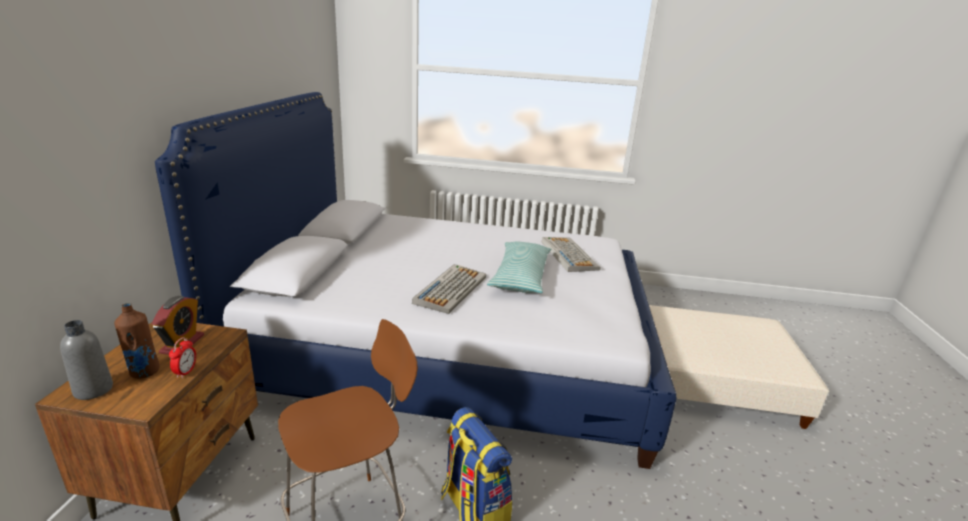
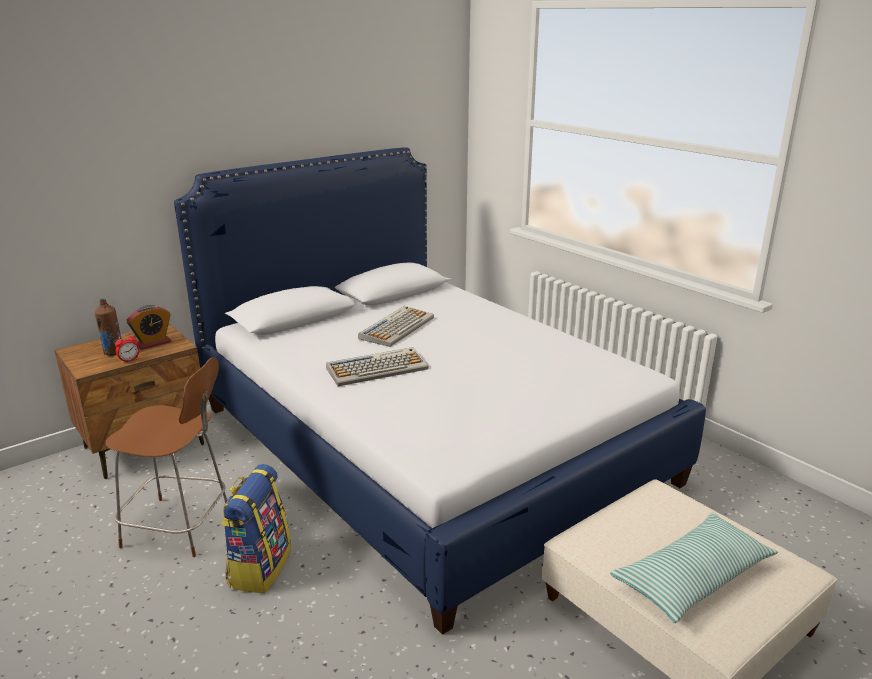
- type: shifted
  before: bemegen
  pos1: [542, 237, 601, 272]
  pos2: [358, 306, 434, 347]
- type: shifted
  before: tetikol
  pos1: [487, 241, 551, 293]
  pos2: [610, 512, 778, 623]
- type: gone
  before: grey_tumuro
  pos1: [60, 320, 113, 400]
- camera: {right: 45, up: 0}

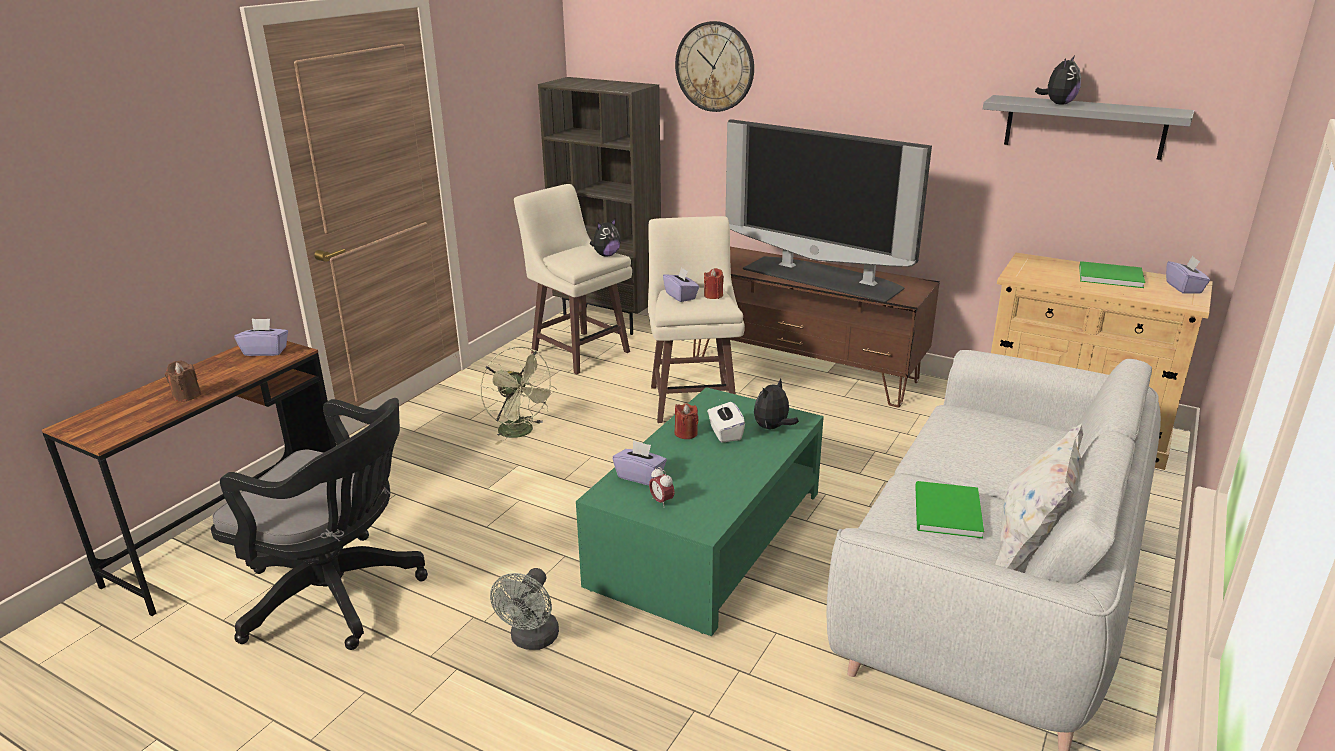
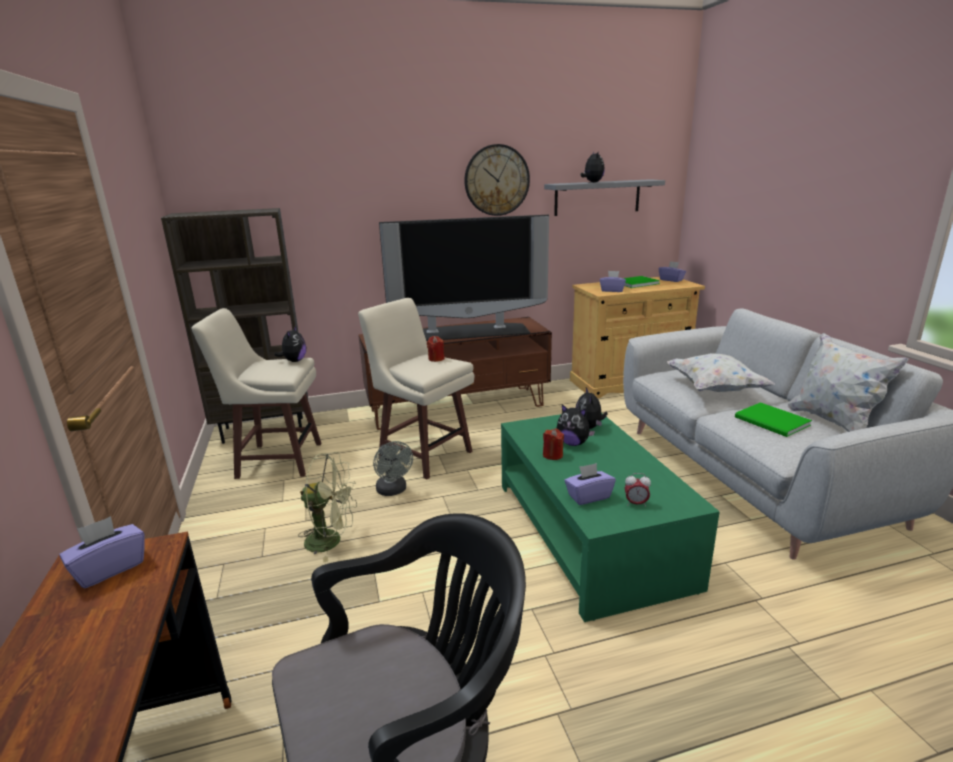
- type: shifted
  before: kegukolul
  pos1: [675, 21, 754, 112]
  pos2: [464, 144, 530, 216]
- type: shifted
  before: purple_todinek
  pos1: [663, 267, 699, 302]
  pos2: [600, 271, 626, 292]
- type: gone
  before: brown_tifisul
  pos1: [165, 361, 202, 402]
- type: swapped
  before: white_todinek
  after: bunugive
  pos1: [707, 399, 745, 443]
  pos2: [556, 404, 595, 446]
- type: shifted
  before: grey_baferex
  pos1: [490, 568, 559, 650]
  pos2: [373, 441, 413, 496]
- type: new
  after: white_tetikol
  pos2: [667, 353, 775, 392]
- camera: {right: -45, up: -5}

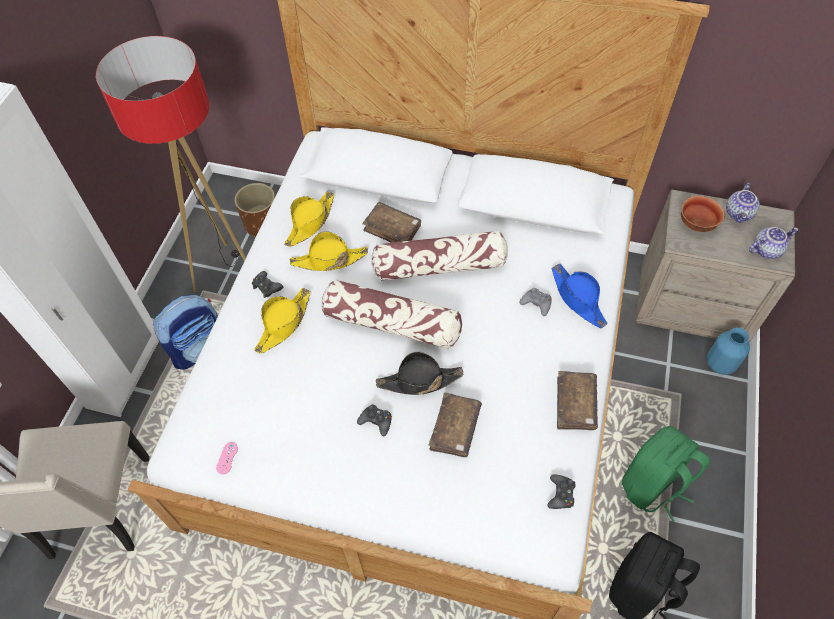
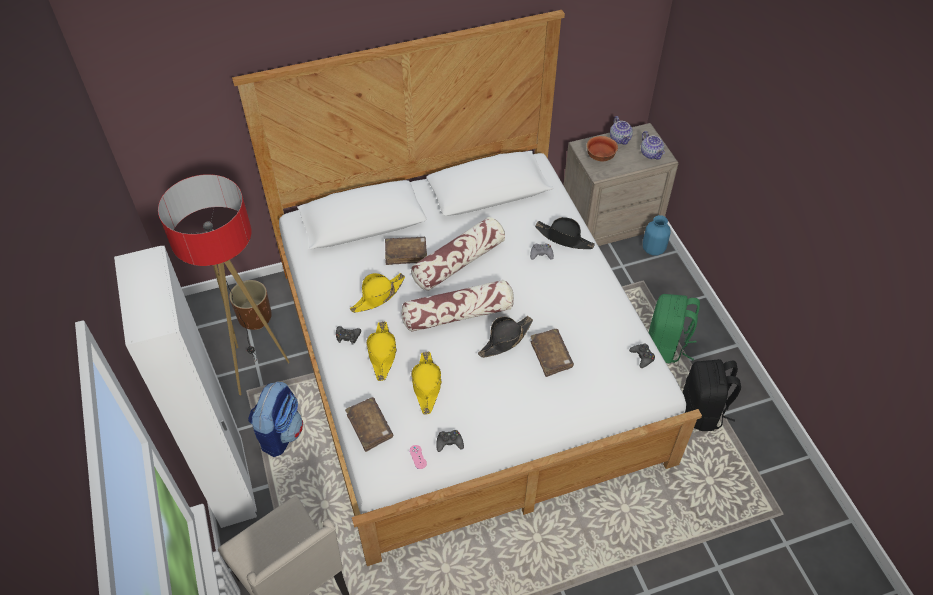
- type: shifted
  before: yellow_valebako
  pos1: [284, 191, 334, 247]
  pos2: [411, 352, 442, 414]
- type: rotated
  before: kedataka
  pos1: [749, 227, 799, 259]
  pos2: [641, 131, 665, 160]
  turn: 120
- type: repainted
  before: blue_valebako
  after: black_valebako
  pos1: [551, 264, 607, 328]
  pos2: [535, 217, 595, 249]
- type: shifted
  before: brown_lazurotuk
  pos1: [557, 371, 598, 430]
  pos2: [345, 397, 393, 452]
- type: shifted
  before: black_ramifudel
  pos1: [357, 404, 392, 436]
  pos2: [436, 430, 464, 452]
- camera: {right: -35, up: -5}

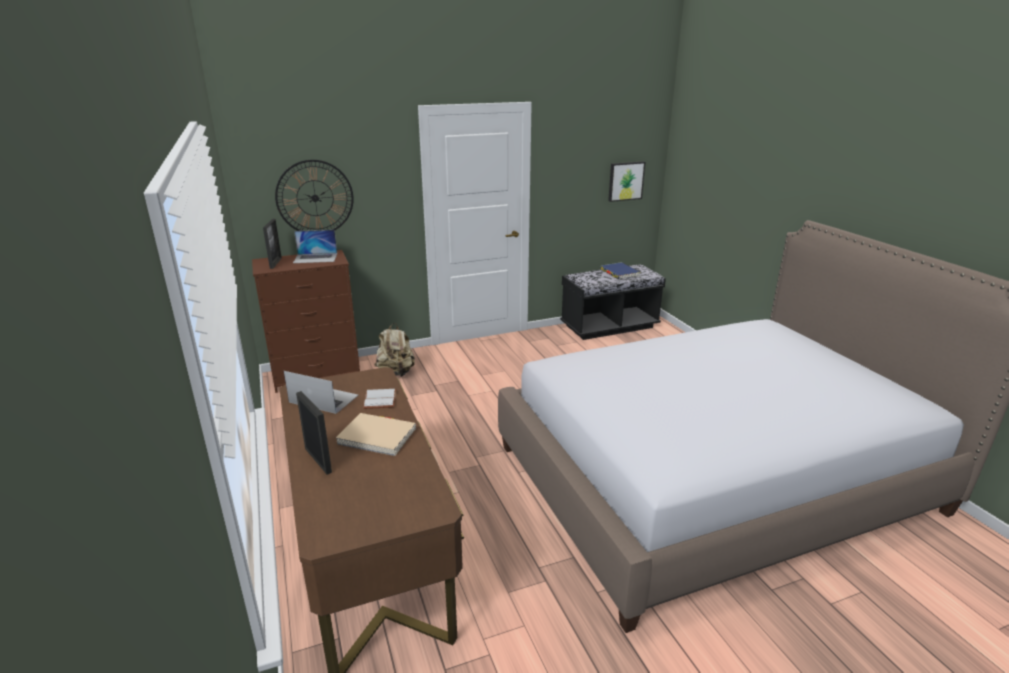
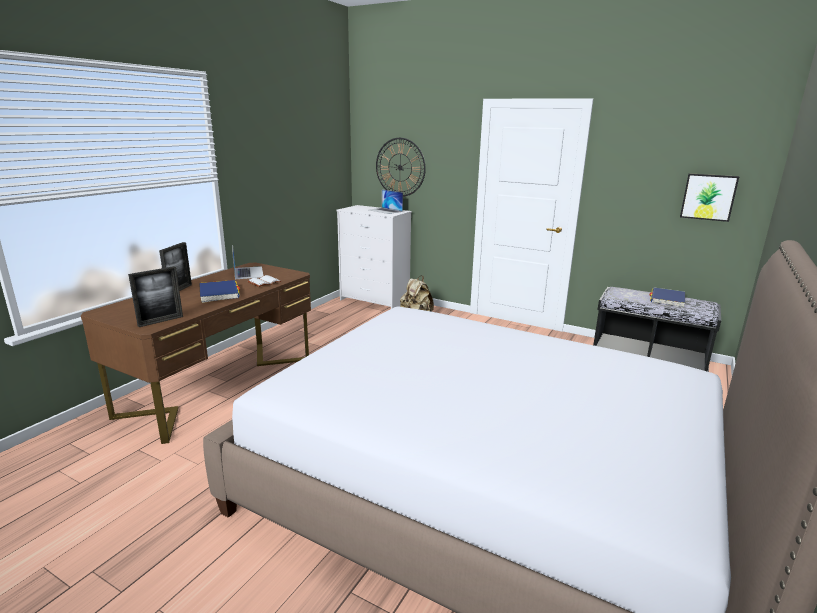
- type: shifted
  before: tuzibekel
  pos1: [263, 219, 282, 269]
  pos2: [128, 266, 183, 327]
- type: repainted
  before: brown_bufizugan
  after: white_bufizugan
  pos1: [252, 250, 360, 393]
  pos2: [336, 205, 412, 309]
- type: repainted
  before: beige_lazurotuk
  after: blue_lazurotuk
  pos1: [336, 413, 416, 456]
  pos2: [199, 280, 240, 303]
- camera: {right: 50, up: -5}

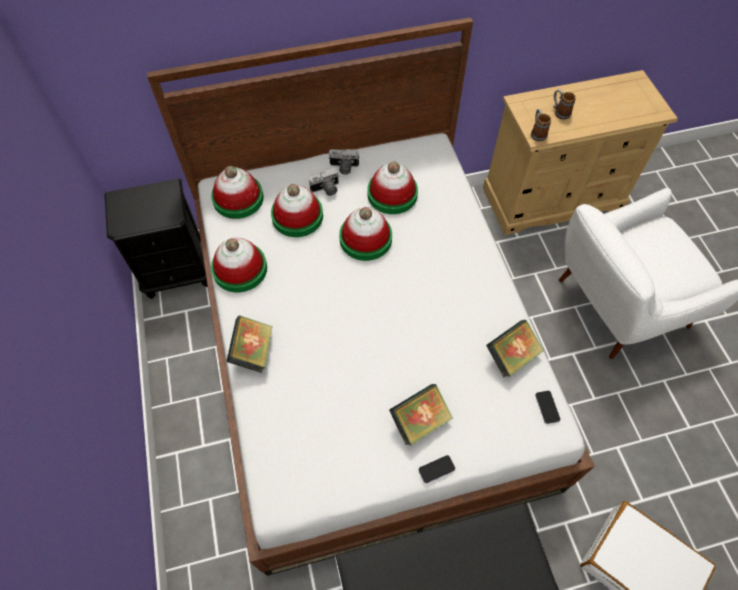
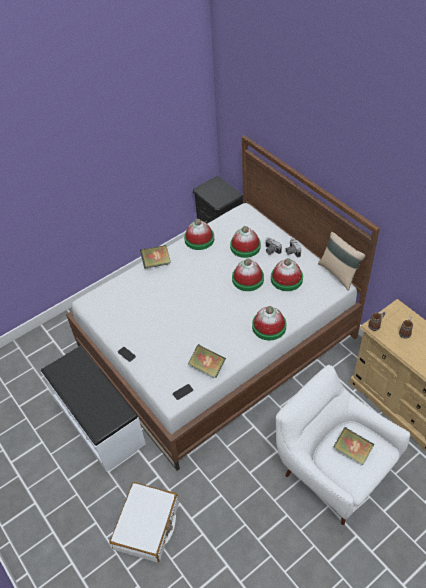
- type: shifted
  before: valebako
  pos1: [211, 166, 264, 219]
  pos2: [252, 306, 287, 341]
- type: shifted
  before: lazurotuk
  pos1: [389, 384, 453, 445]
  pos2: [334, 427, 374, 465]
- type: new
  after: beige_tetikol
  pos2: [318, 232, 365, 291]
- camera: {right: 70, up: -10}

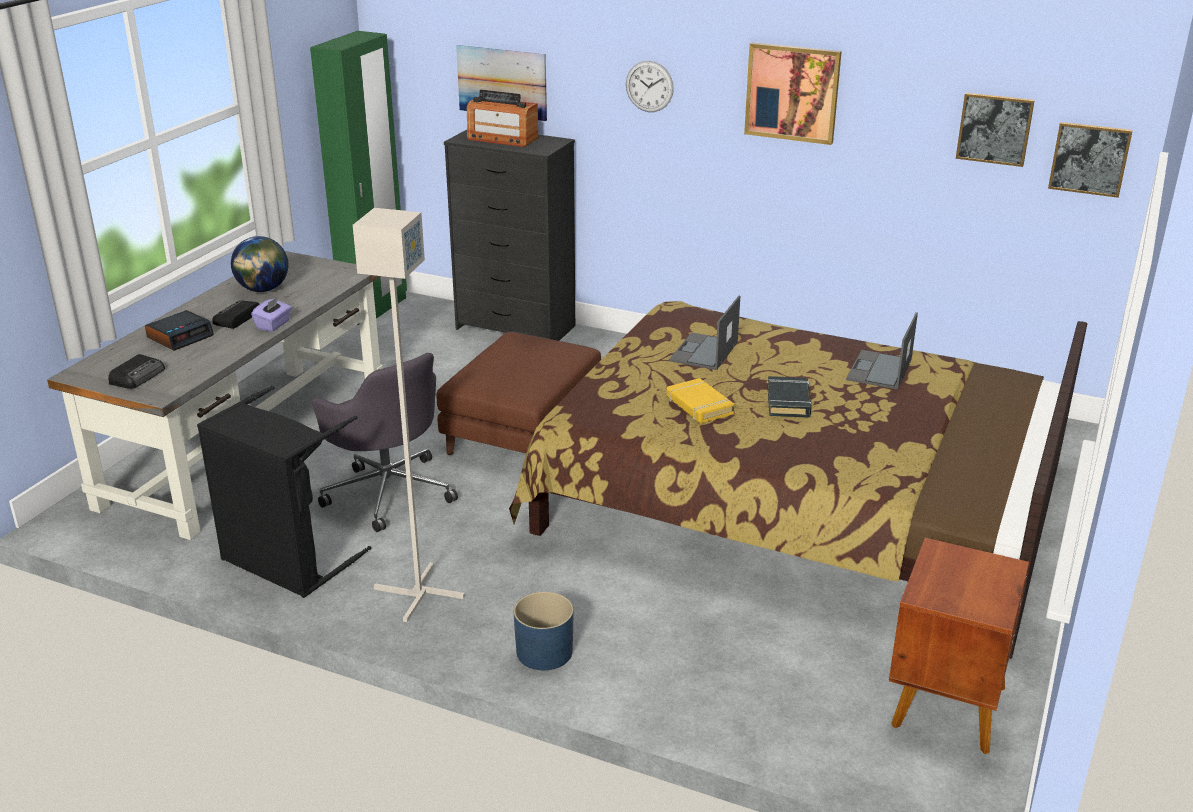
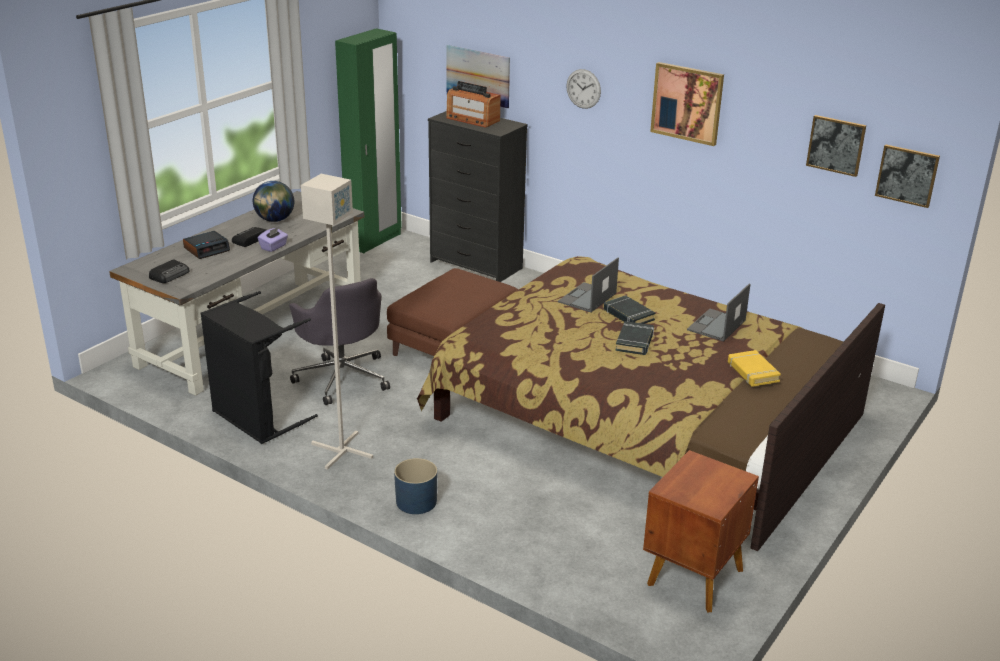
- type: shifted
  before: yellow_lazurotuk
  pos1: [667, 378, 734, 423]
  pos2: [728, 350, 781, 387]
- type: new
  after: black_lazurotuk
  pos2: [604, 295, 656, 324]
- camera: {right: 10, up: 0}

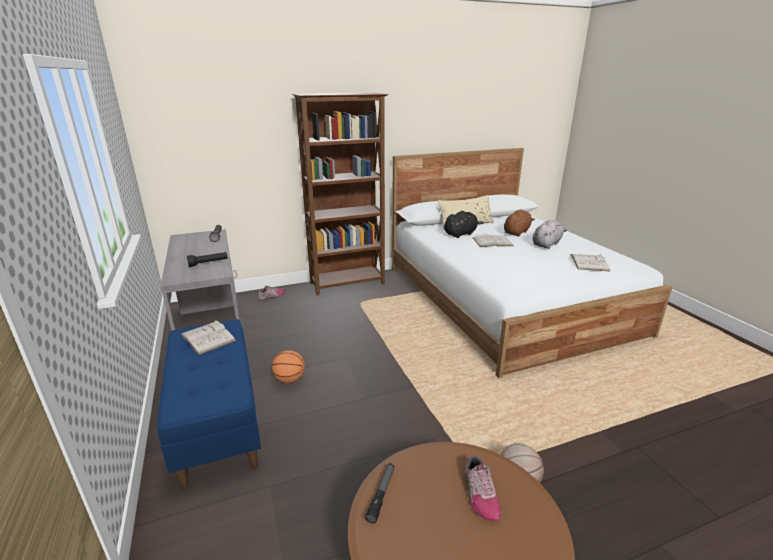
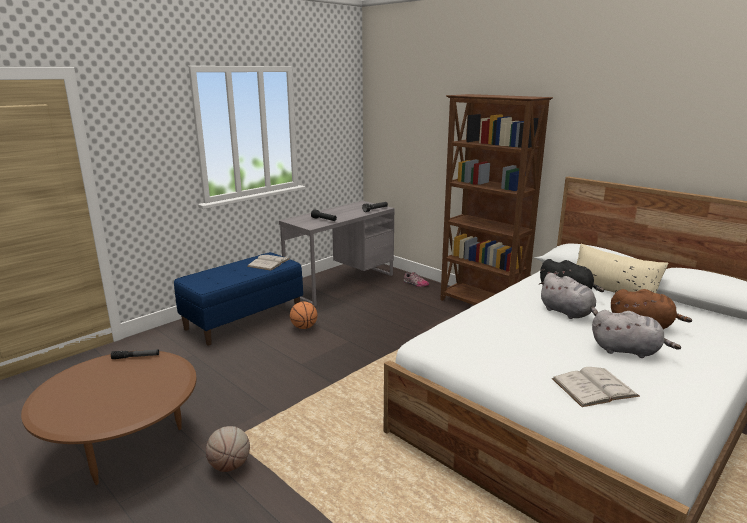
- type: swapped
  before: white_lazurotuk
  after: grey_bunugive
  pos1: [473, 234, 514, 247]
  pos2: [539, 273, 598, 319]
- type: gone
  before: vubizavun
  pos1: [465, 456, 501, 521]
- camera: {right: 65, up: -5}

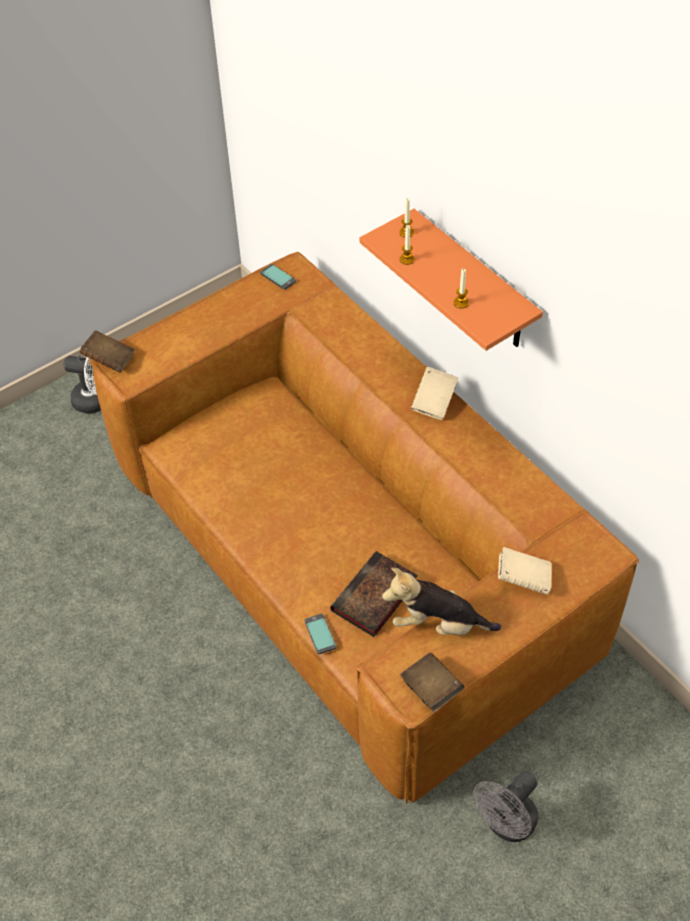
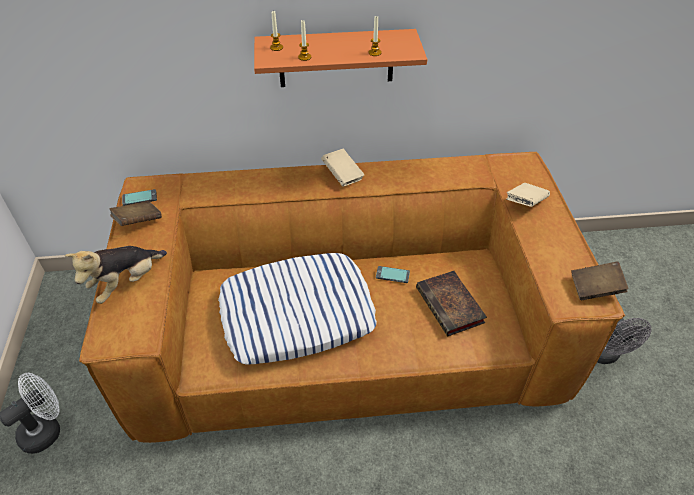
- type: shifted
  before: brown_lazurotuk
  pos1: [80, 330, 135, 373]
  pos2: [109, 201, 162, 226]
- type: shifted
  before: bunugive
  pos1: [382, 568, 501, 635]
  pos2: [65, 246, 167, 304]
- type: shifted
  before: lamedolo
  pos1: [305, 614, 336, 654]
  pos2: [376, 266, 410, 283]
- type: new
  after: tetikol
  pos2: [218, 253, 377, 365]
- camera: {right: -60, up: -5}

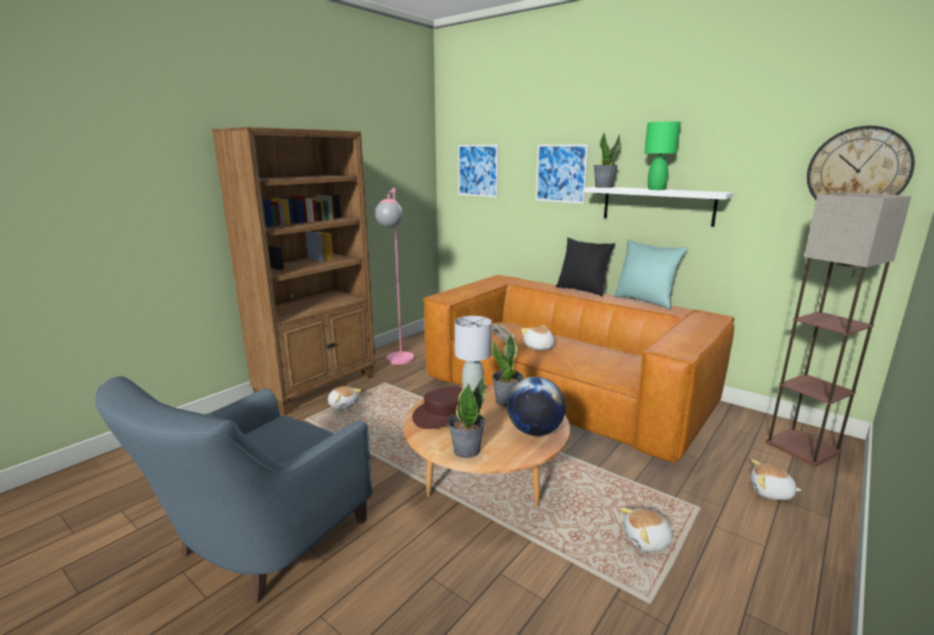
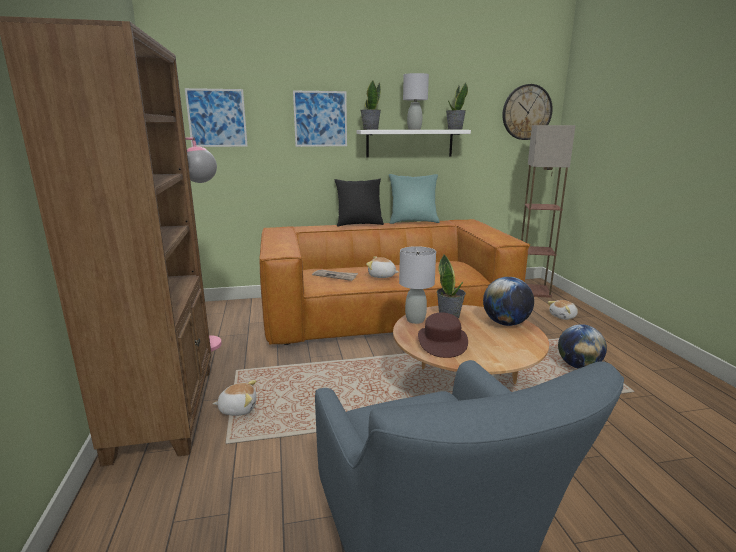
- type: repainted
  before: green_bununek
  after: grey_bununek
  pos1: [644, 122, 681, 190]
  pos2: [403, 73, 429, 130]
- type: shifted
  before: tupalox
  pos1: [448, 376, 485, 458]
  pos2: [446, 82, 468, 130]
- type: swapped
  before: bunugive
  after: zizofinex
  pos1: [620, 508, 674, 552]
  pos2: [558, 324, 607, 369]
- camera: {right: -50, up: 0}

